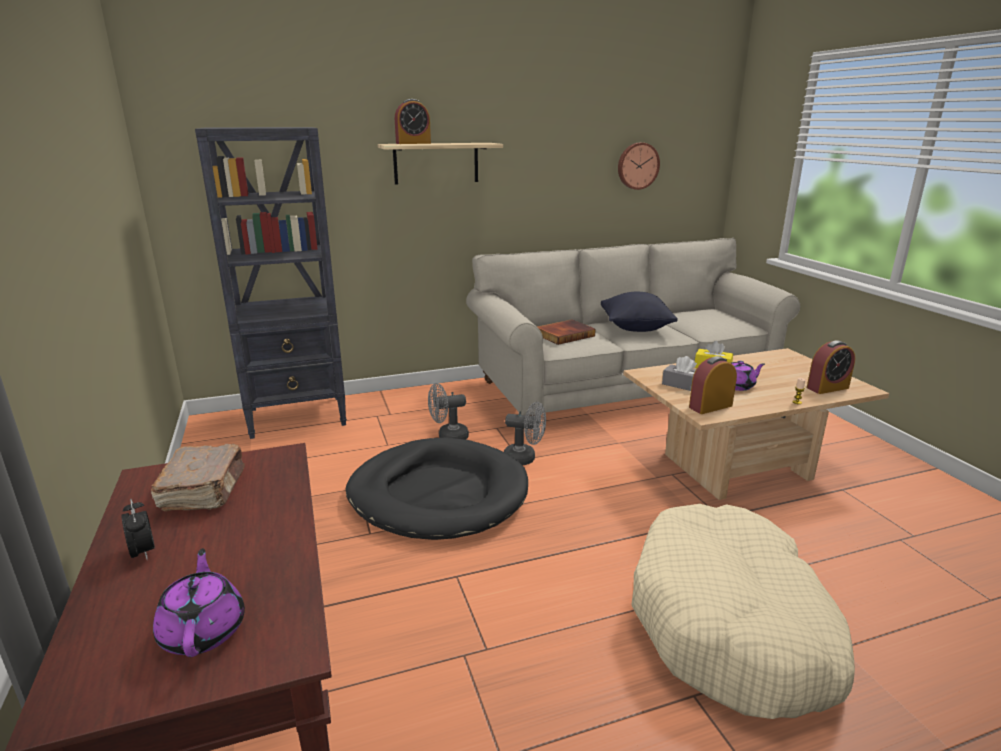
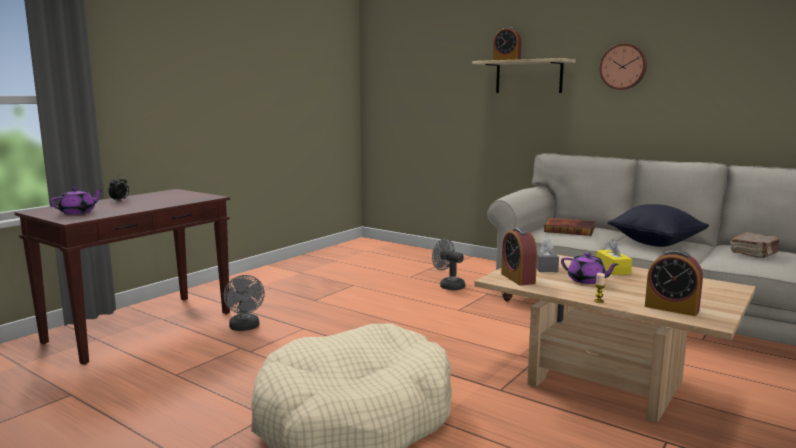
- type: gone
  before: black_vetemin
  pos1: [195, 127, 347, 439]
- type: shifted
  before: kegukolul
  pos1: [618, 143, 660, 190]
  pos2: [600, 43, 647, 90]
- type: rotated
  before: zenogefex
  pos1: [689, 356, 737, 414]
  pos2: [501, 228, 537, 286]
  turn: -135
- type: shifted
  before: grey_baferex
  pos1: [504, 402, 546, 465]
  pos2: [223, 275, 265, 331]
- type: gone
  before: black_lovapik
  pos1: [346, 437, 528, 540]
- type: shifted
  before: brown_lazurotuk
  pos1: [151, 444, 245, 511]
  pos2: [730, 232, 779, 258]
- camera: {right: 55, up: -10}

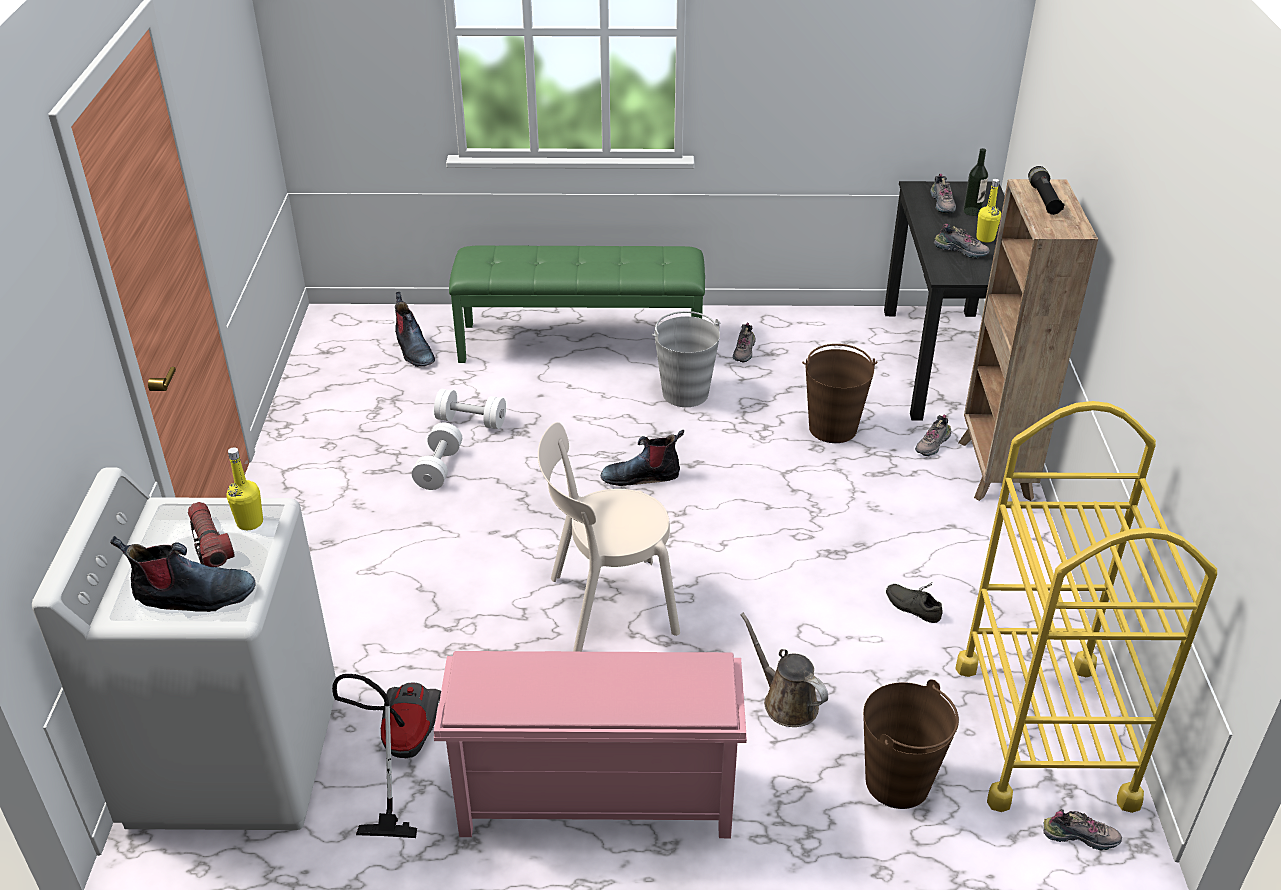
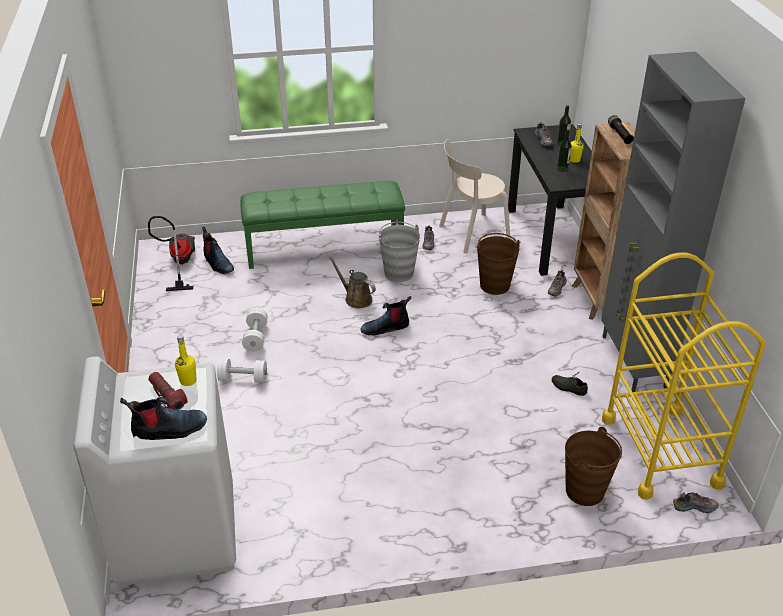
- type: swapped
  before: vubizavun
  after: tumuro
  pos1: [934, 224, 990, 259]
  pos2: [557, 129, 572, 172]
- type: shifted
  before: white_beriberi
  pos1: [434, 389, 506, 429]
  pos2: [217, 358, 267, 383]
- type: shifted
  before: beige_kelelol
  pos1: [538, 422, 680, 652]
  pos2: [439, 139, 511, 254]
- type: shifted
  before: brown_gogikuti
  pos1: [740, 613, 828, 727]
  pos2: [329, 257, 376, 308]
- type: gone
  before: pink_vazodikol
  pos1: [434, 651, 747, 838]
- type: shifted
  before: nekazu
  pos1: [332, 674, 441, 838]
  pos2: [148, 216, 195, 291]
- type: new
  after: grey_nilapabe
  pos2: [601, 52, 745, 392]
- camera: {right: -10, up: 0}

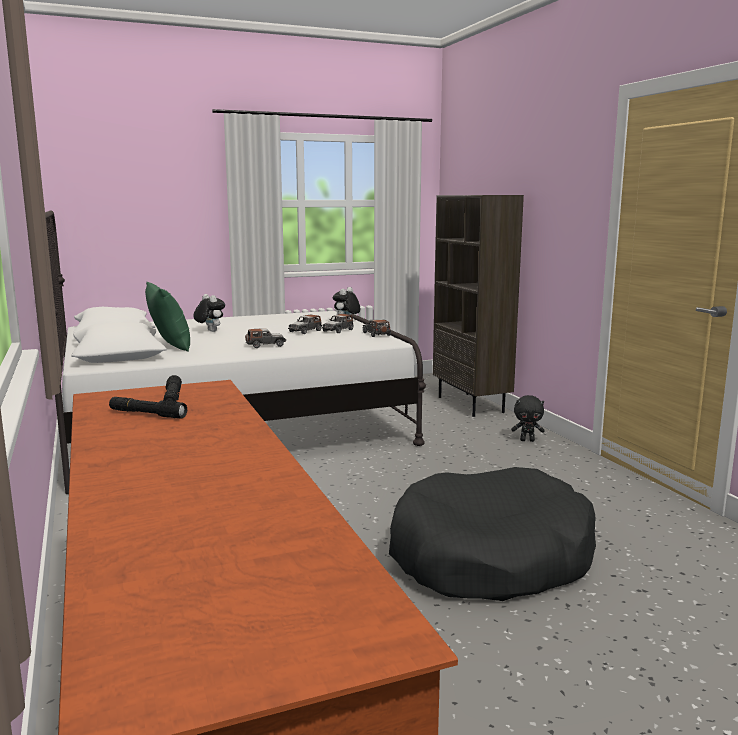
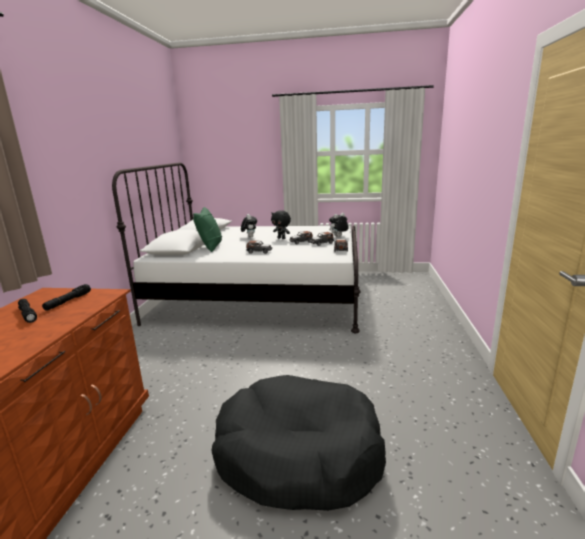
- type: gone
  before: brown_vetemin
  pos1: [433, 195, 524, 417]
- type: shifted
  before: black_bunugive
  pos1: [511, 395, 545, 442]
  pos2: [271, 210, 291, 239]
- camera: {right: 30, up: 5}

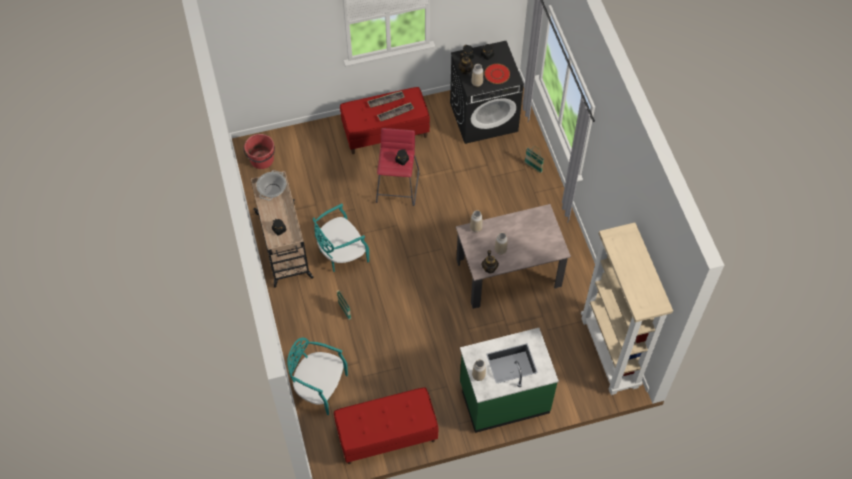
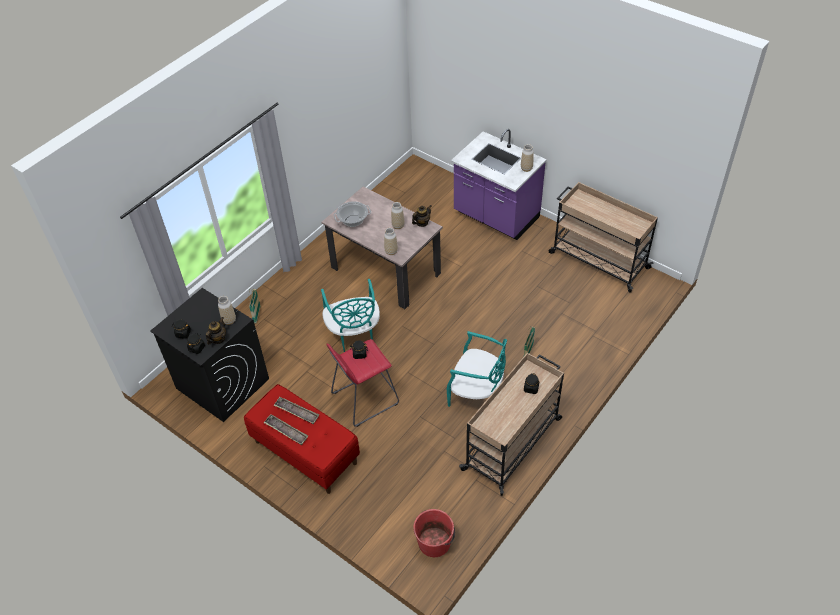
- type: gone
  before: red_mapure
  pos1: [484, 64, 510, 84]
- type: shifted
  before: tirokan
  pos1: [256, 170, 286, 200]
  pos2: [333, 201, 371, 227]
- type: gone
  before: beige_vetemin
  pos1: [581, 222, 673, 395]
- type: repainted
  before: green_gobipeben
  after: purple_gobipeben
  pos1: [460, 328, 559, 433]
  pos2: [451, 129, 547, 240]
- type: shifted
  before: turquoise_kelelol
  pos1: [287, 337, 348, 415]
  pos2: [321, 279, 380, 352]
- type: swapped
  before: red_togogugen
  after: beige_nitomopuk
  pos1: [334, 387, 438, 464]
  pos2: [549, 182, 658, 293]
- camera: {right: -125, up: -10}

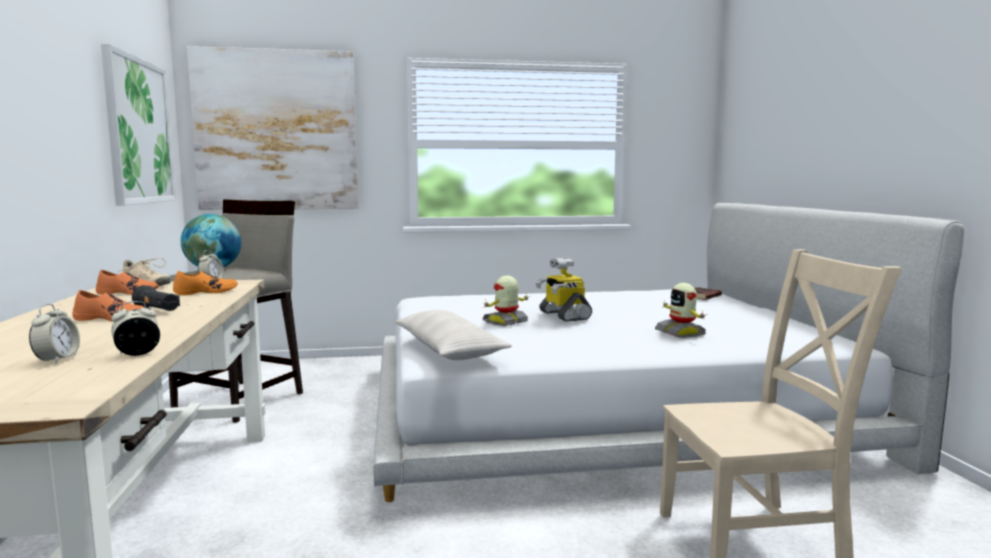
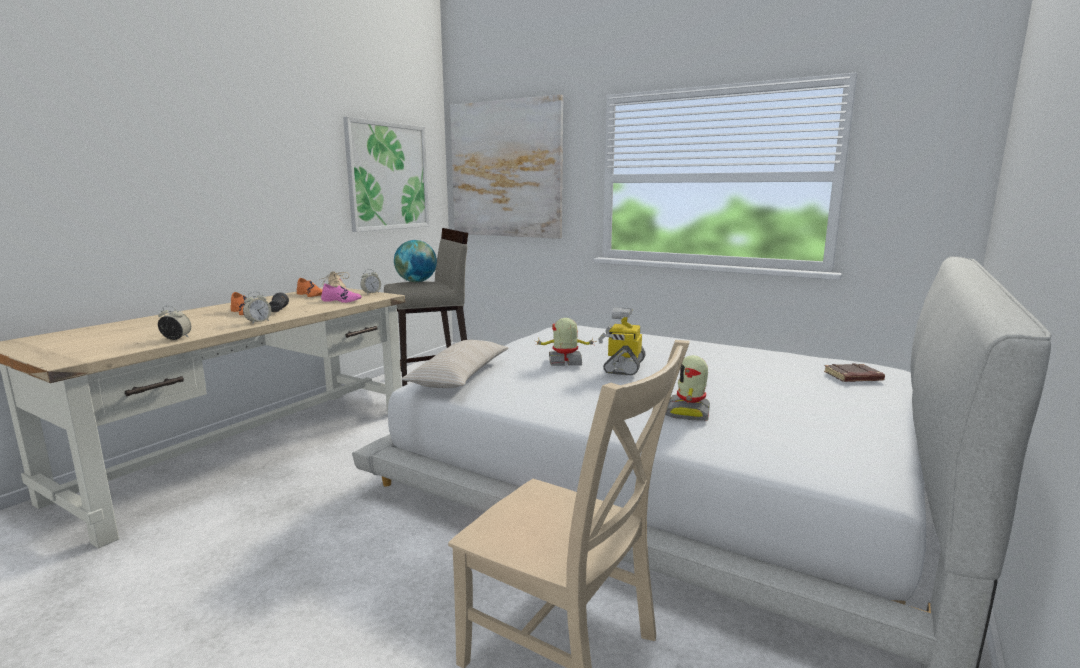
- type: repainted
  before: orange_vubizavun
  after: pink_vubizavun
  pos1: [173, 271, 238, 295]
  pos2: [321, 284, 362, 303]
- type: shifted
  before: zenogefex
  pos1: [29, 304, 80, 364]
  pos2: [243, 291, 271, 324]
- camera: {right: 40, up: 5}

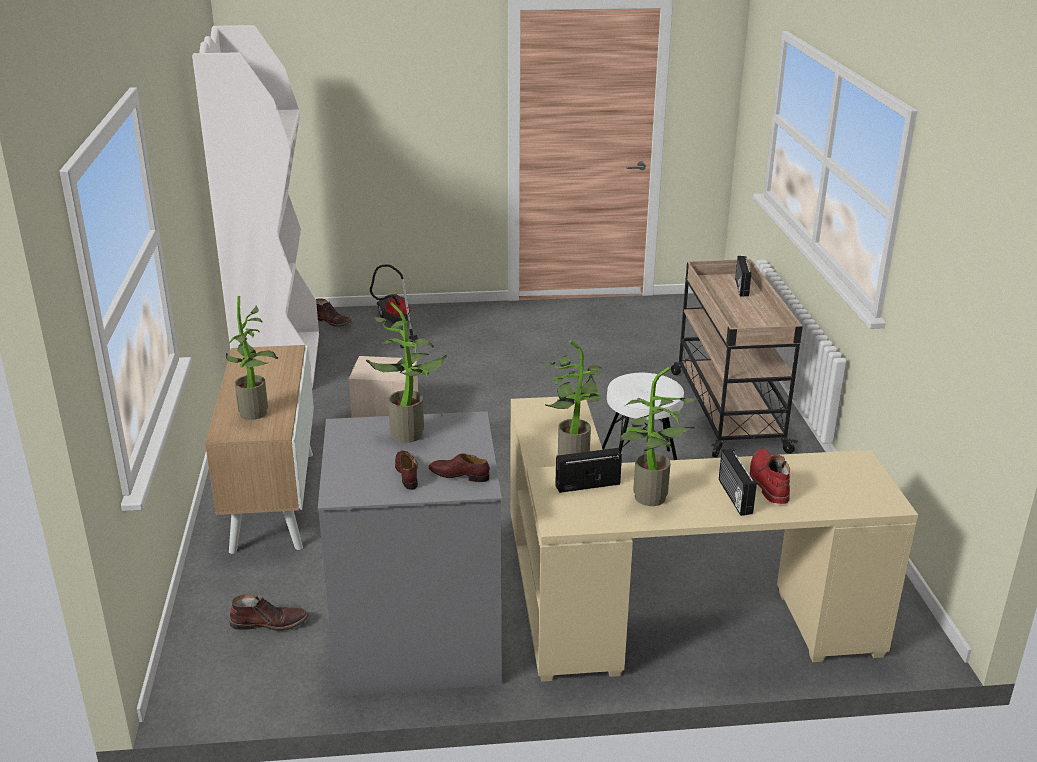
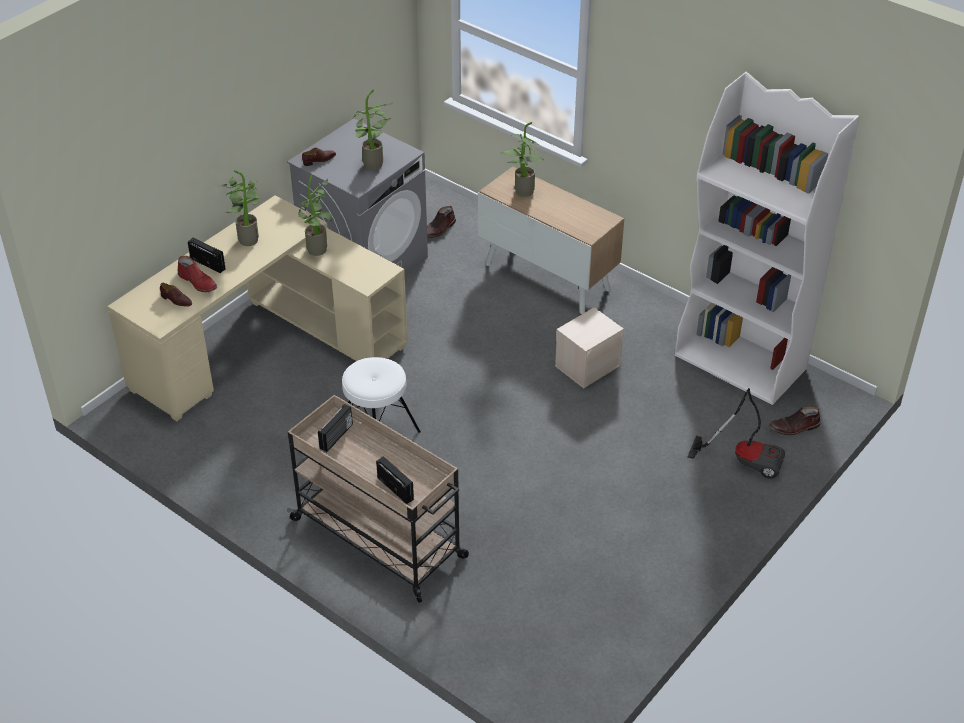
- type: shifted
  before: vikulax
  pos1: [555, 448, 622, 493]
  pos2: [318, 404, 353, 452]
- type: shifted
  before: brown_vubizavun
  pos1: [395, 451, 418, 490]
  pos2: [160, 283, 192, 306]
- camera: {right: 135, up: 15}

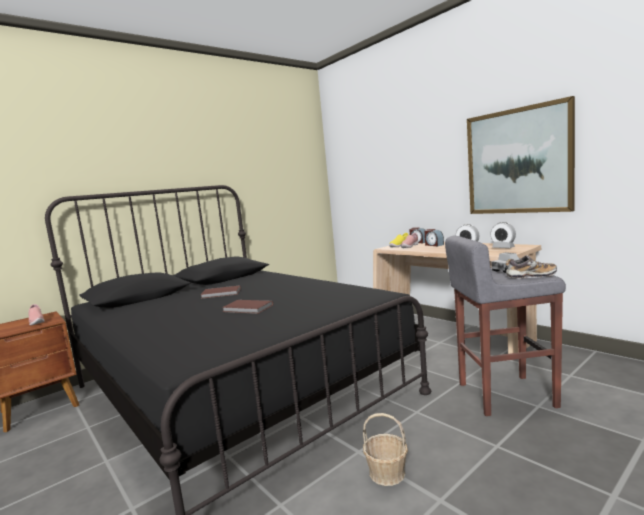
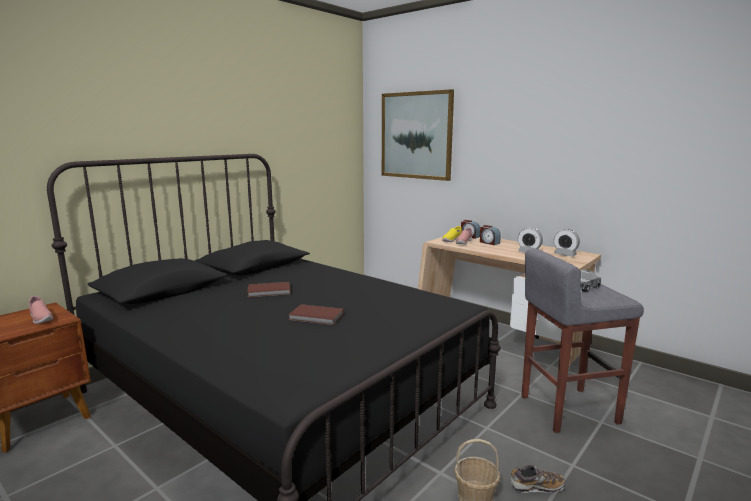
- type: shifted
  before: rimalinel
  pos1: [467, 96, 575, 214]
  pos2: [382, 89, 454, 181]
- type: shifted
  before: vubizavun
  pos1: [506, 255, 557, 279]
  pos2: [510, 464, 565, 493]
- camera: {right: -10, up: 5}

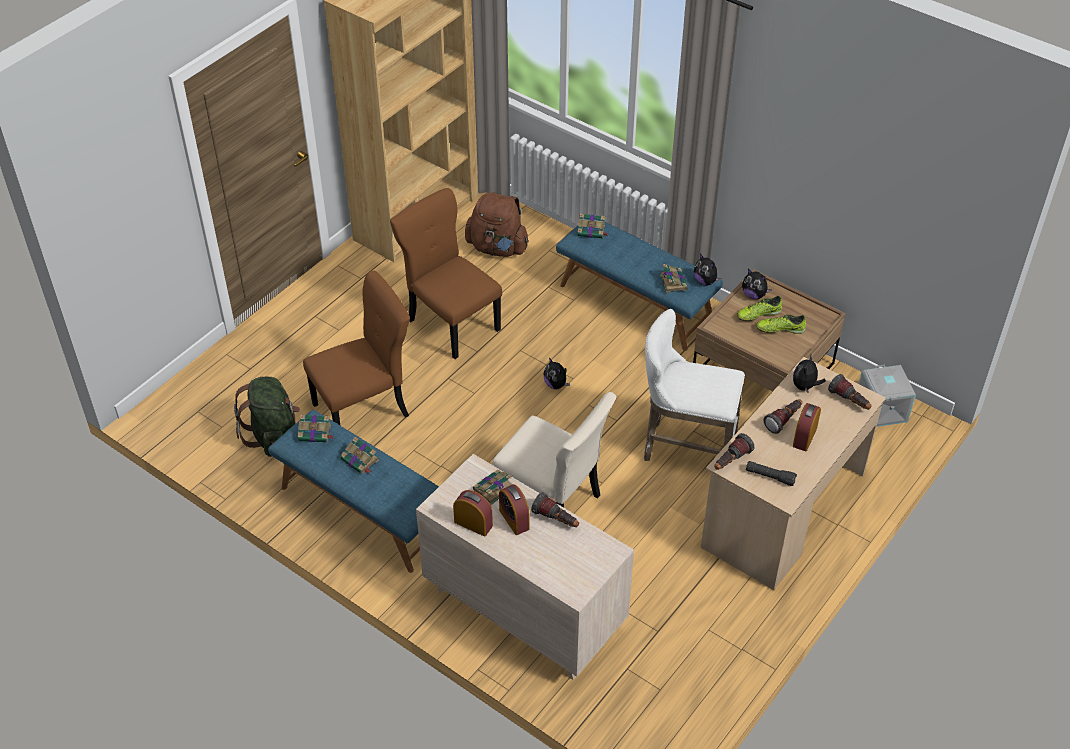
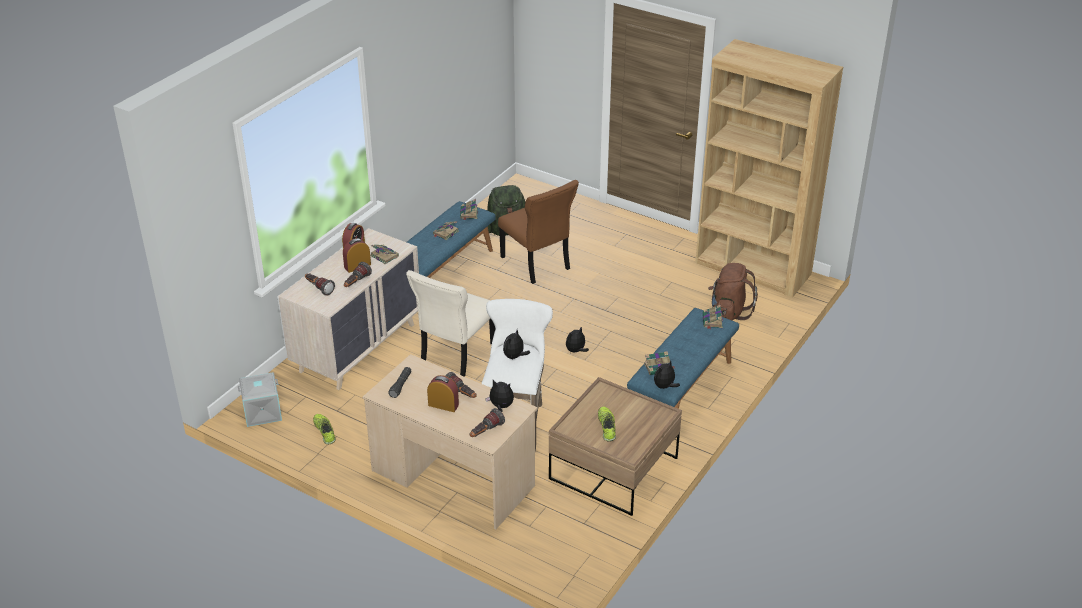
- type: gone
  before: brown_kelelol
  pos1: [390, 188, 502, 359]
- type: shifted
  before: bunugive
  pos1: [742, 269, 772, 299]
  pos2: [503, 330, 530, 360]
- type: shifted
  before: vubizavun
  pos1: [737, 295, 782, 321]
  pos2: [313, 414, 336, 445]
- type: shifted
  before: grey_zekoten
  pos1: [859, 365, 916, 427]
  pos2: [238, 372, 282, 427]
- type: shifted
  before: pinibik
  pos1: [714, 433, 754, 470]
  pos2: [305, 273, 335, 296]
- camera: {right: 85, up: -10}

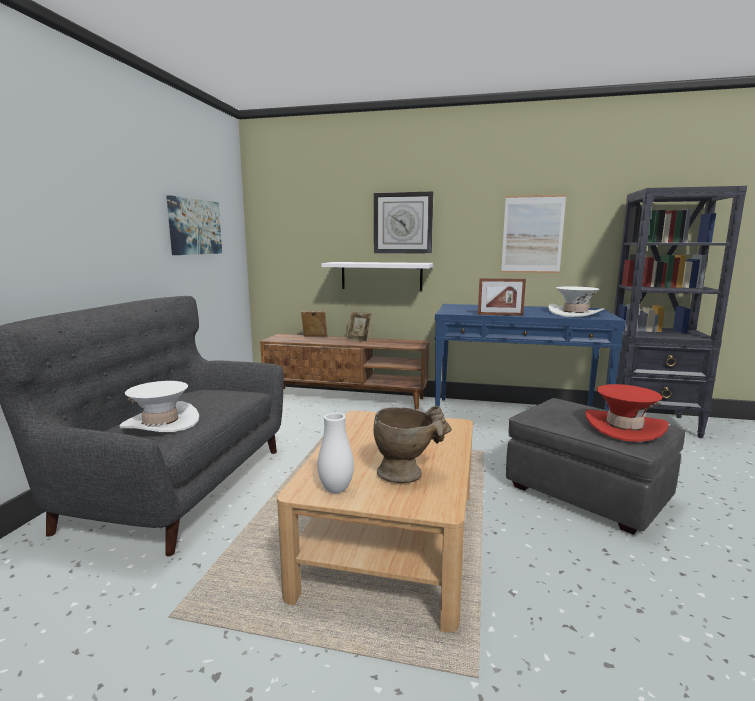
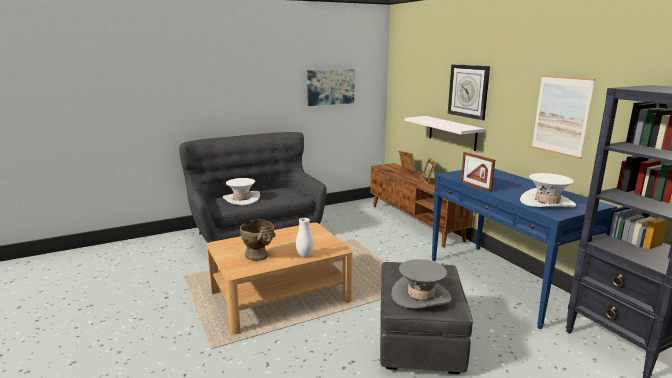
- type: repainted
  before: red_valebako
  after: grey_valebako
  pos1: [585, 384, 669, 442]
  pos2: [391, 259, 451, 308]
- type: shifted
  before: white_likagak
  pos1: [317, 413, 354, 493]
  pos2: [296, 218, 314, 258]
- camera: {right: 50, up: 5}

